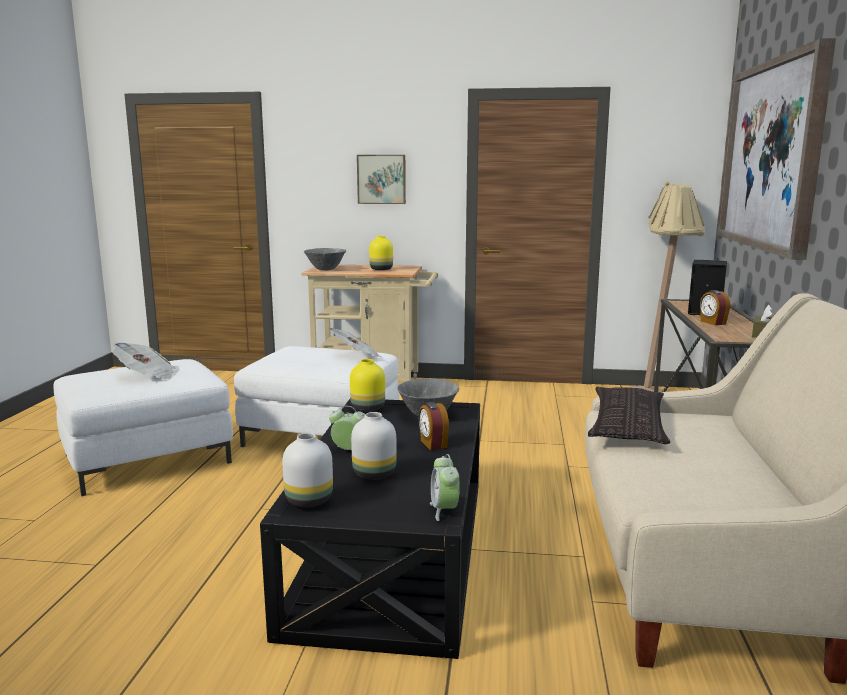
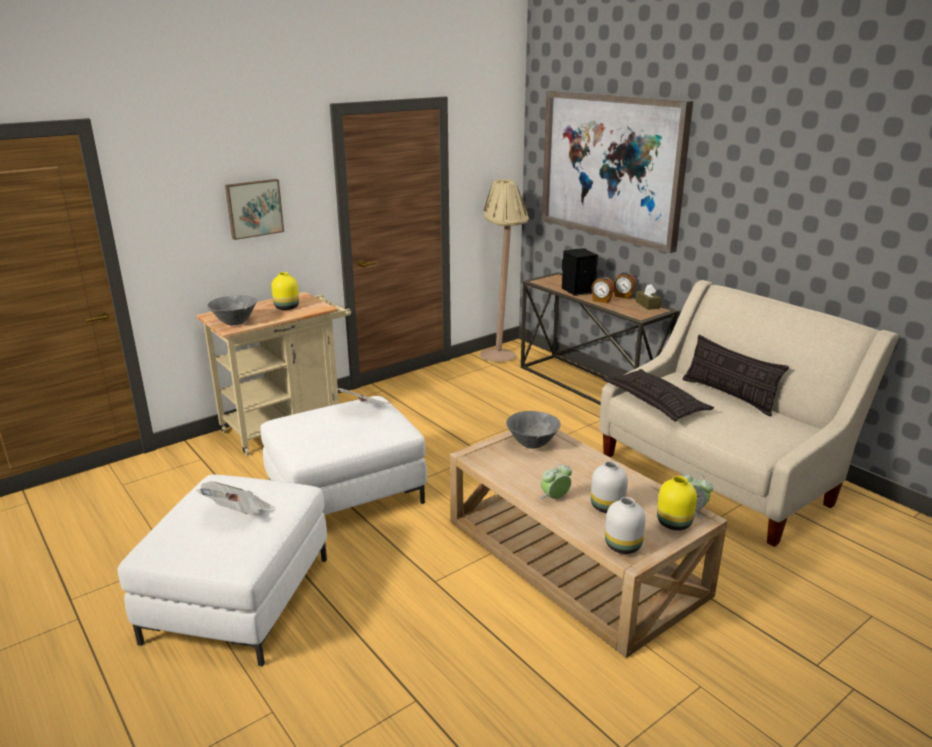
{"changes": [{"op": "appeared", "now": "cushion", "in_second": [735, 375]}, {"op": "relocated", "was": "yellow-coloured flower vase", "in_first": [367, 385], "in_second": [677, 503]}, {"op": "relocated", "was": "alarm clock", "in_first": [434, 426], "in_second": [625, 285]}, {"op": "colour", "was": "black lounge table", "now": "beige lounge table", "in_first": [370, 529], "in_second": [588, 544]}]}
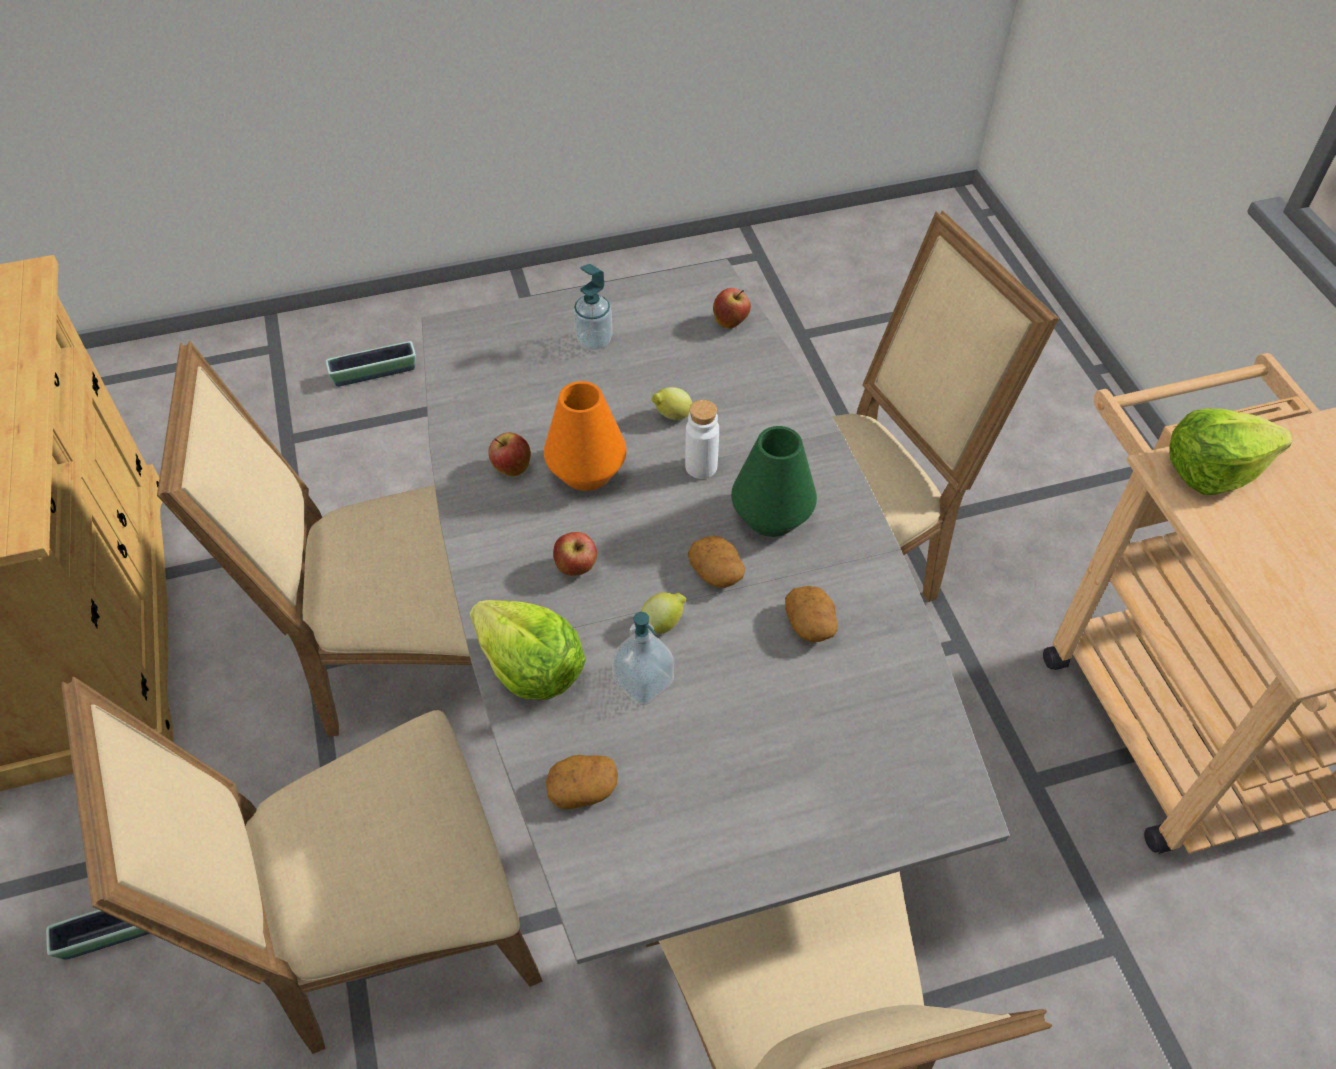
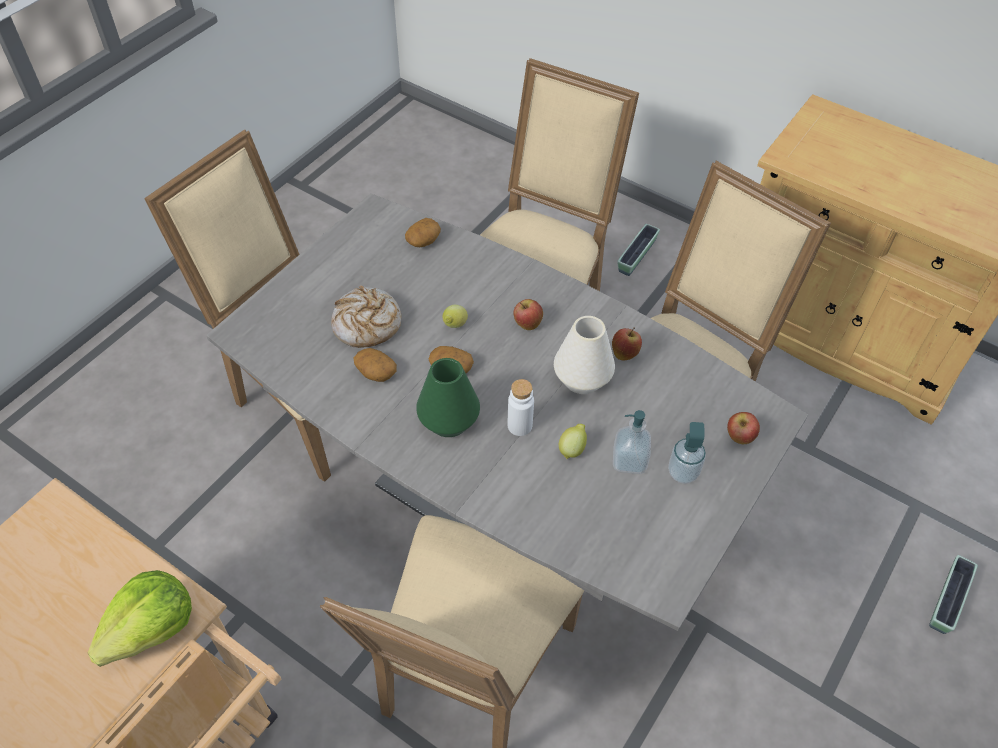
{"changes": [{"op": "missing", "was": "head of lettuce", "in_first": [528, 650]}, {"op": "appeared", "now": "baked bread", "in_second": [366, 316]}, {"op": "relocated", "was": "soap bottle", "in_first": [642, 659], "in_second": [632, 442]}, {"op": "relocated", "was": "whole apple", "in_first": [732, 308], "in_second": [743, 428]}, {"op": "colour", "was": "orange flower vase", "now": "white-coloured flower vase", "in_first": [585, 436], "in_second": [584, 355]}]}
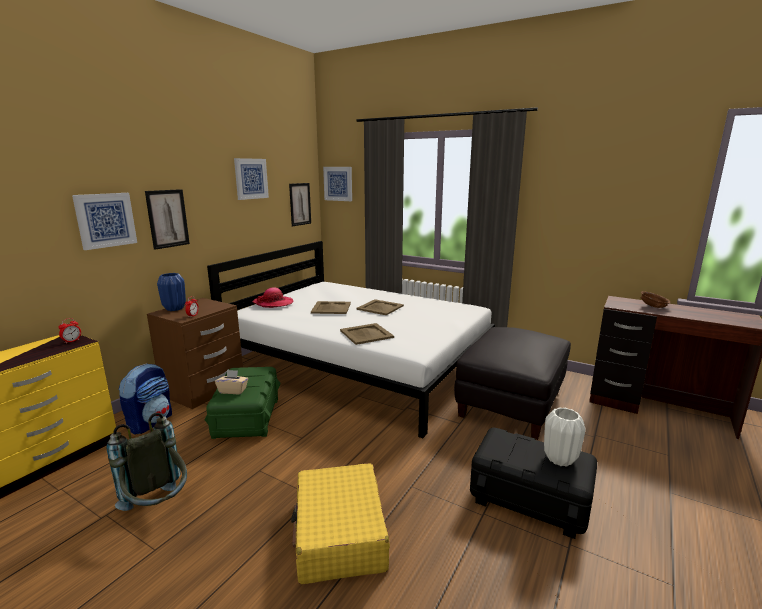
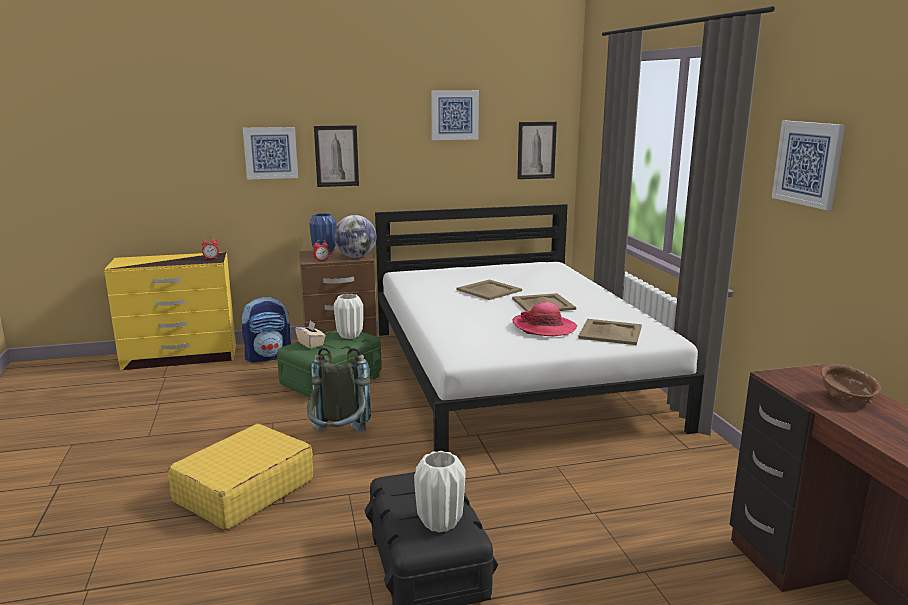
{"changes": [{"op": "missing", "was": "black ottoman", "in_first": [512, 383]}, {"op": "appeared", "now": "world globe", "in_second": [355, 236]}, {"op": "appeared", "now": "white-coloured flower vase", "in_second": [348, 316]}, {"op": "relocated", "was": "gray knapsack", "in_first": [146, 462], "in_second": [339, 389]}, {"op": "relocated", "was": "hat", "in_first": [272, 297], "in_second": [544, 319]}, {"op": "relocated", "was": "wall picture", "in_first": [337, 184], "in_second": [808, 165]}, {"op": "relocated", "was": "beige carrying tray", "in_first": [367, 334], "in_second": [610, 332]}]}
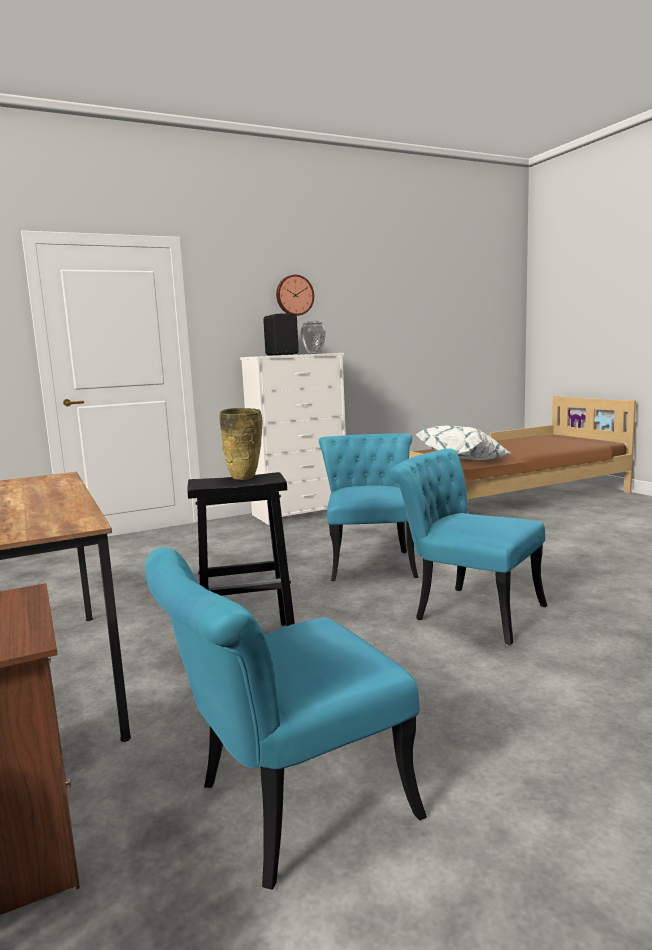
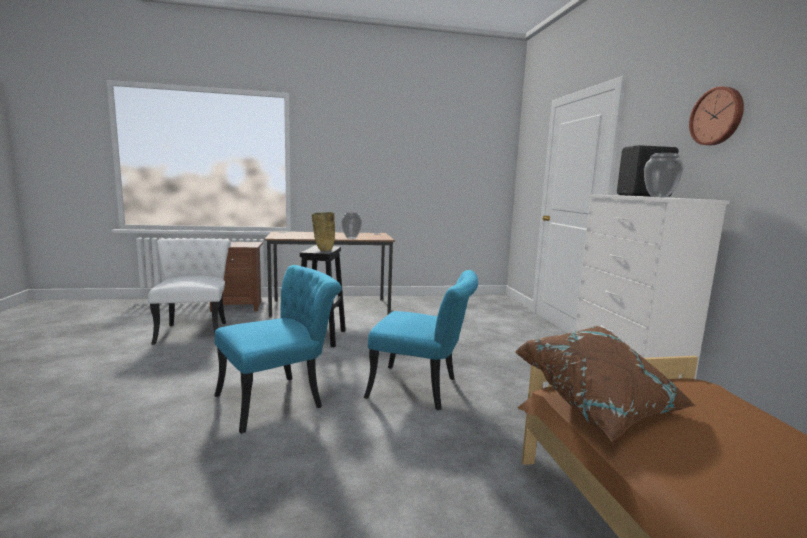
{"changes": [{"op": "appeared", "now": "flower vase", "in_second": [351, 225]}, {"op": "colour", "was": "turquoise-coloured chair", "now": "white-coloured chair", "in_first": [286, 718], "in_second": [189, 292]}, {"op": "colour", "was": "white-coloured cushion", "now": "brown cushion", "in_first": [463, 443], "in_second": [605, 384]}]}
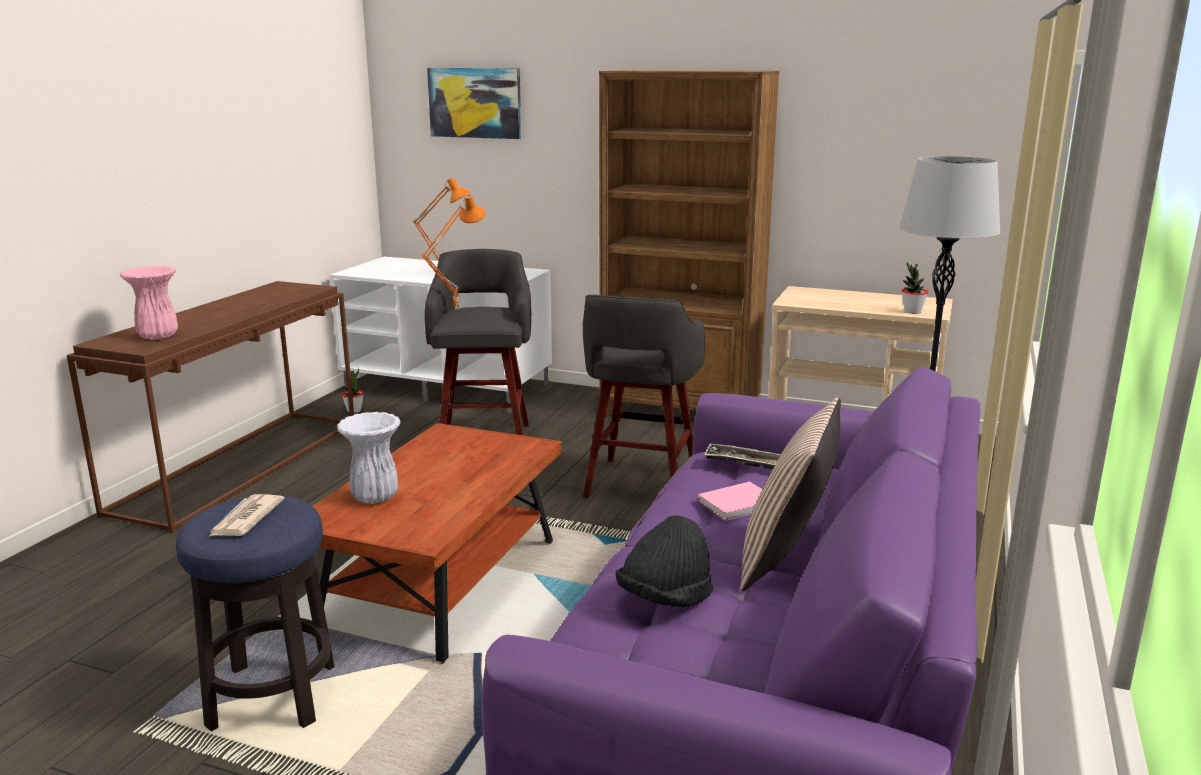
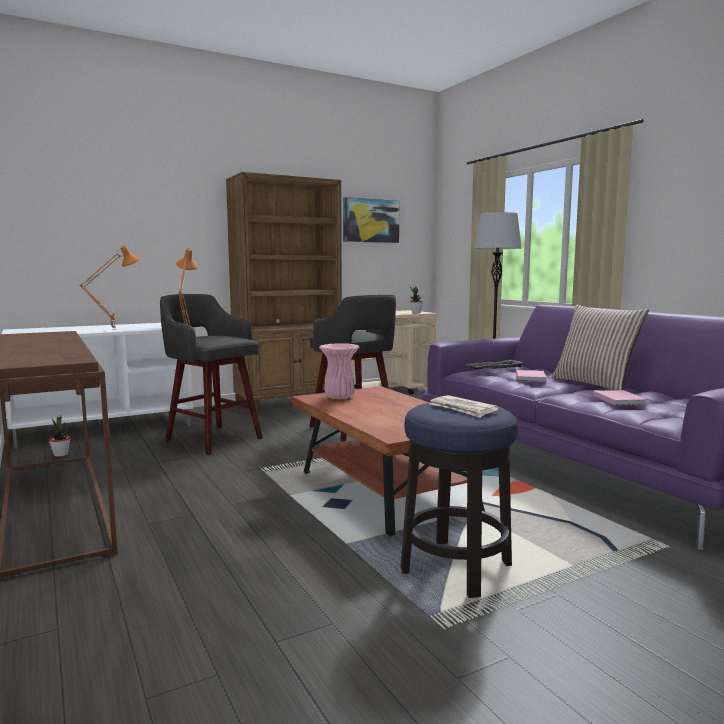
{"changes": [{"op": "missing", "was": "white-coloured flower vase", "in_first": [369, 458]}, {"op": "relocated", "was": "pink-coloured flower vase", "in_first": [149, 303], "in_second": [339, 371]}, {"op": "relocated", "was": "wall picture", "in_first": [474, 103], "in_second": [371, 220]}, {"op": "exchanged", "was": "black hat", "now": "pink-coloured bound book", "in_first": [664, 561], "in_second": [620, 398]}]}
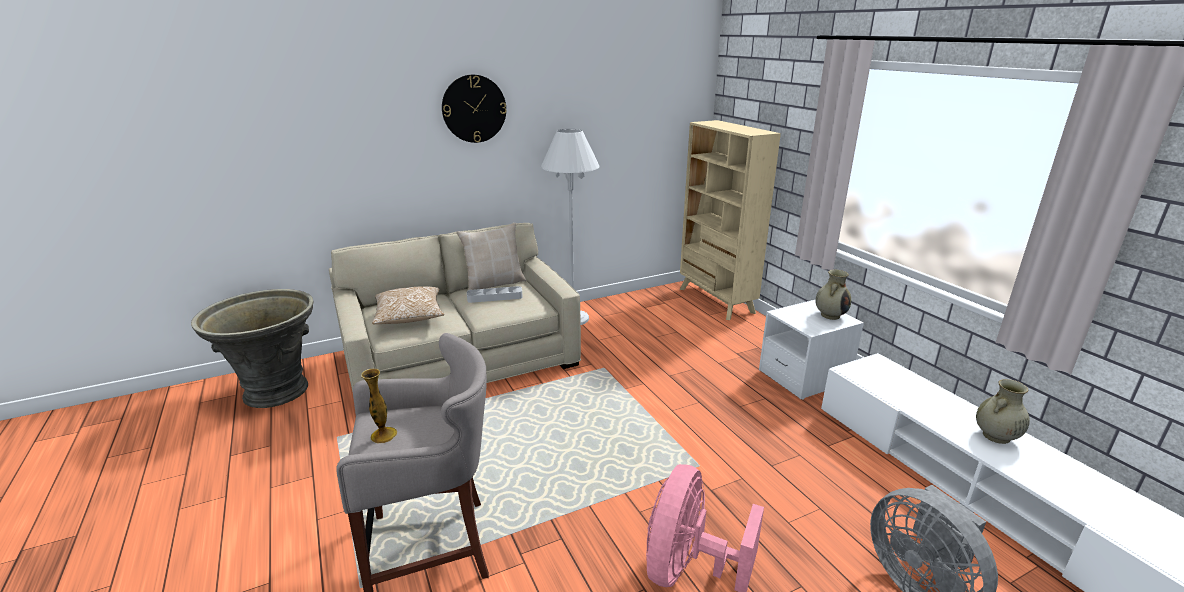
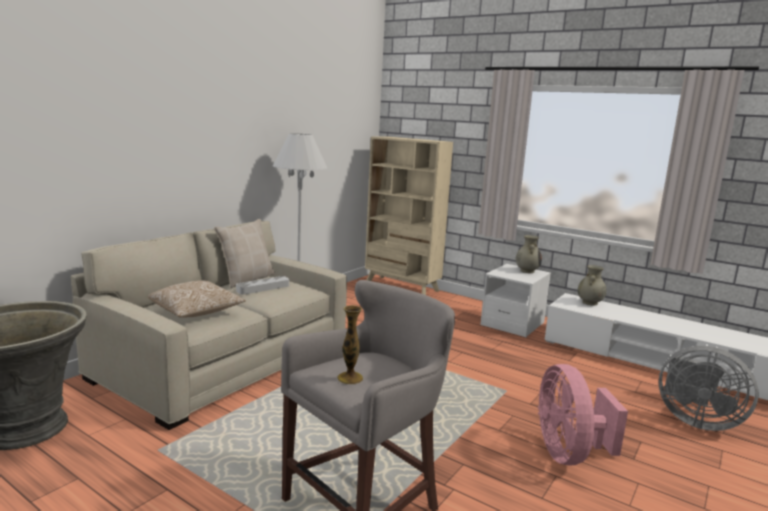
{"changes": [{"op": "missing", "was": "wall clock", "in_first": [474, 109]}, {"op": "relocated", "was": "beige flower vase", "in_first": [1003, 411], "in_second": [592, 285]}]}
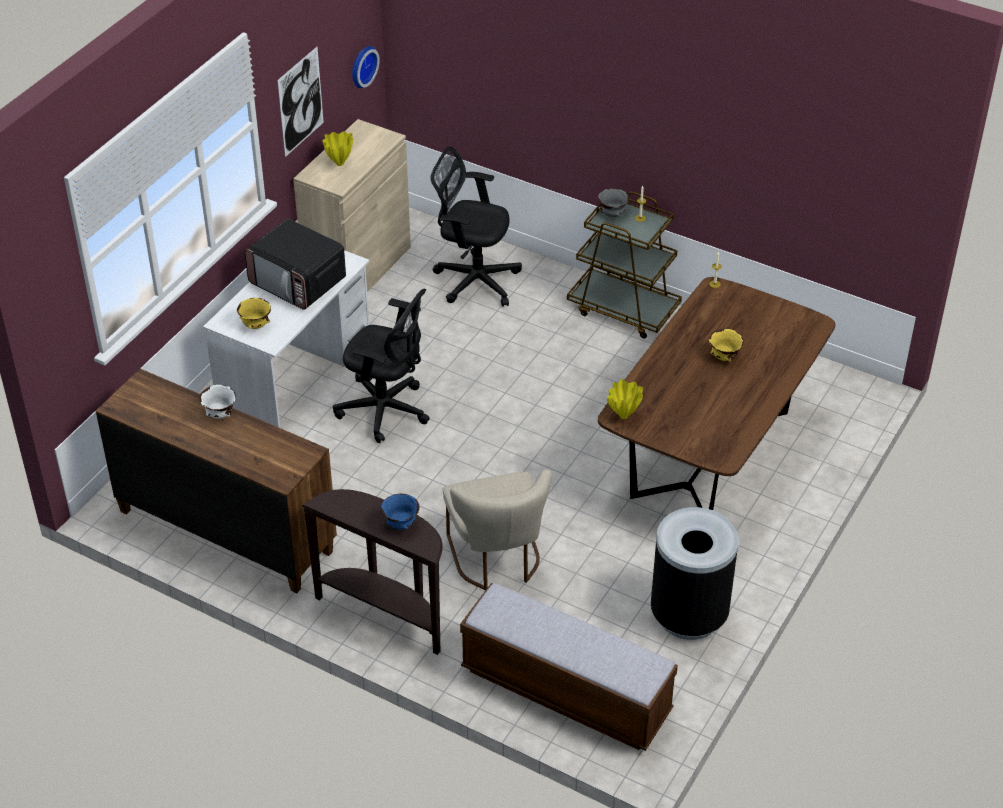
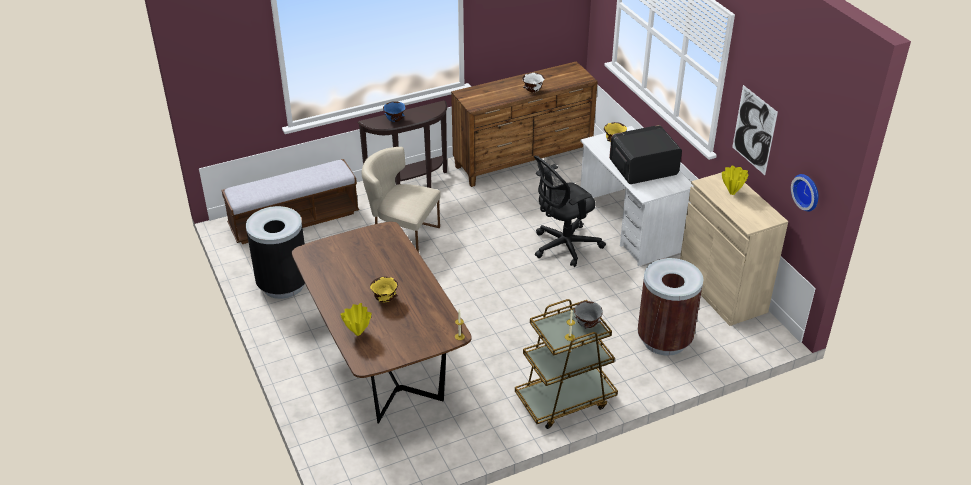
{"changes": [{"op": "relocated", "was": "yellow-coloured flower vase", "in_first": [625, 399], "in_second": [356, 319]}, {"op": "exchanged", "was": "black office chair", "now": "brown rubbish bin", "in_first": [476, 227], "in_second": [670, 307]}]}
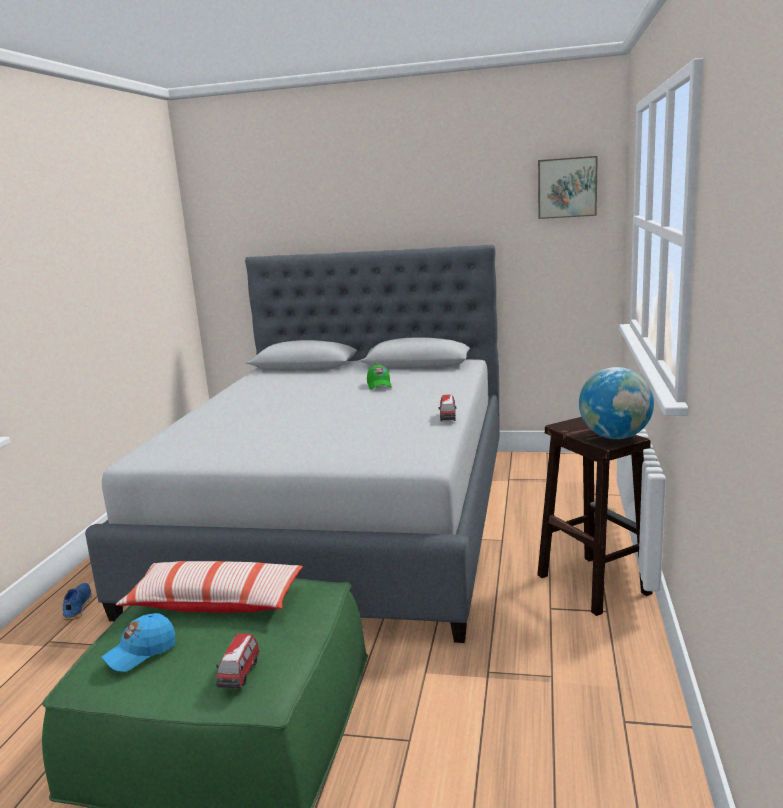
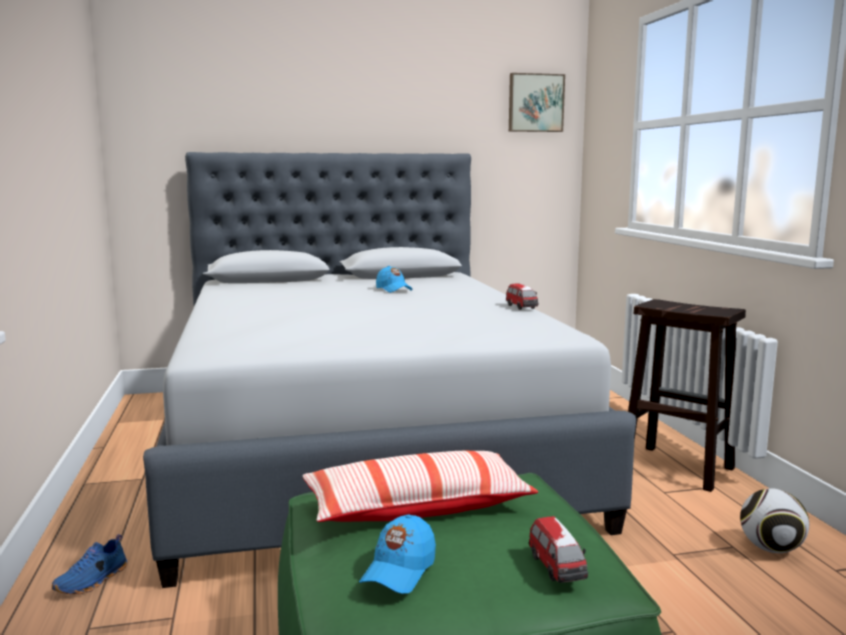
{"changes": [{"op": "missing", "was": "world globe", "in_first": [616, 403]}, {"op": "appeared", "now": "ball for football", "in_second": [774, 520]}, {"op": "colour", "was": "green-coloured cap", "now": "blue-coloured cap", "in_first": [379, 377], "in_second": [394, 279]}, {"op": "spun", "was": "blue-coloured low shoe", "in_first": [77, 601], "in_second": [89, 564], "clockwise": -120}]}
